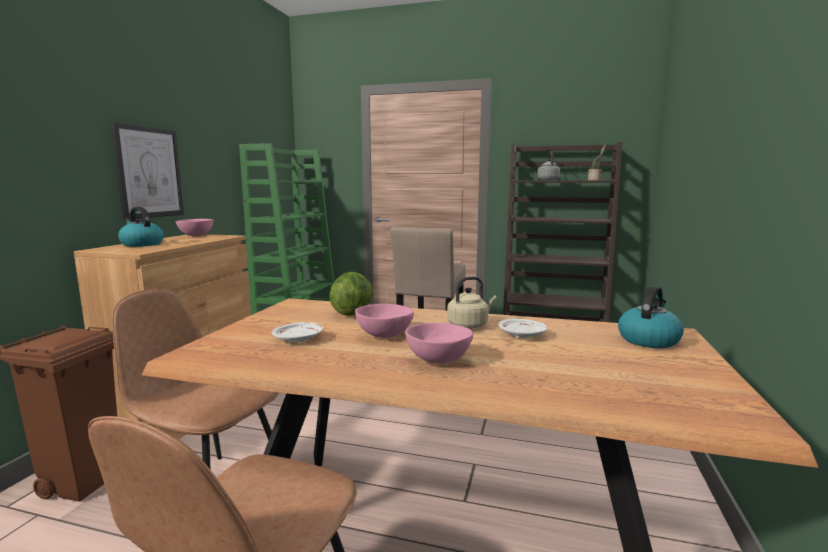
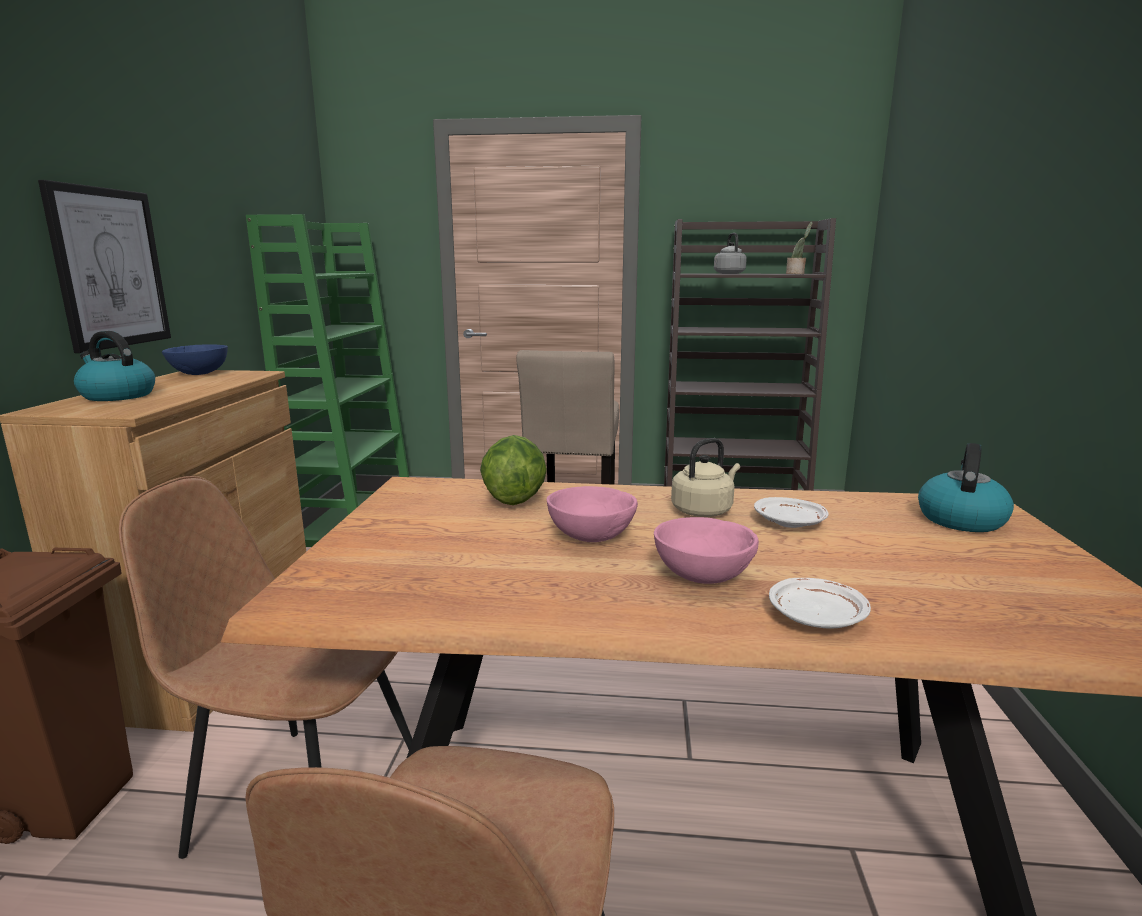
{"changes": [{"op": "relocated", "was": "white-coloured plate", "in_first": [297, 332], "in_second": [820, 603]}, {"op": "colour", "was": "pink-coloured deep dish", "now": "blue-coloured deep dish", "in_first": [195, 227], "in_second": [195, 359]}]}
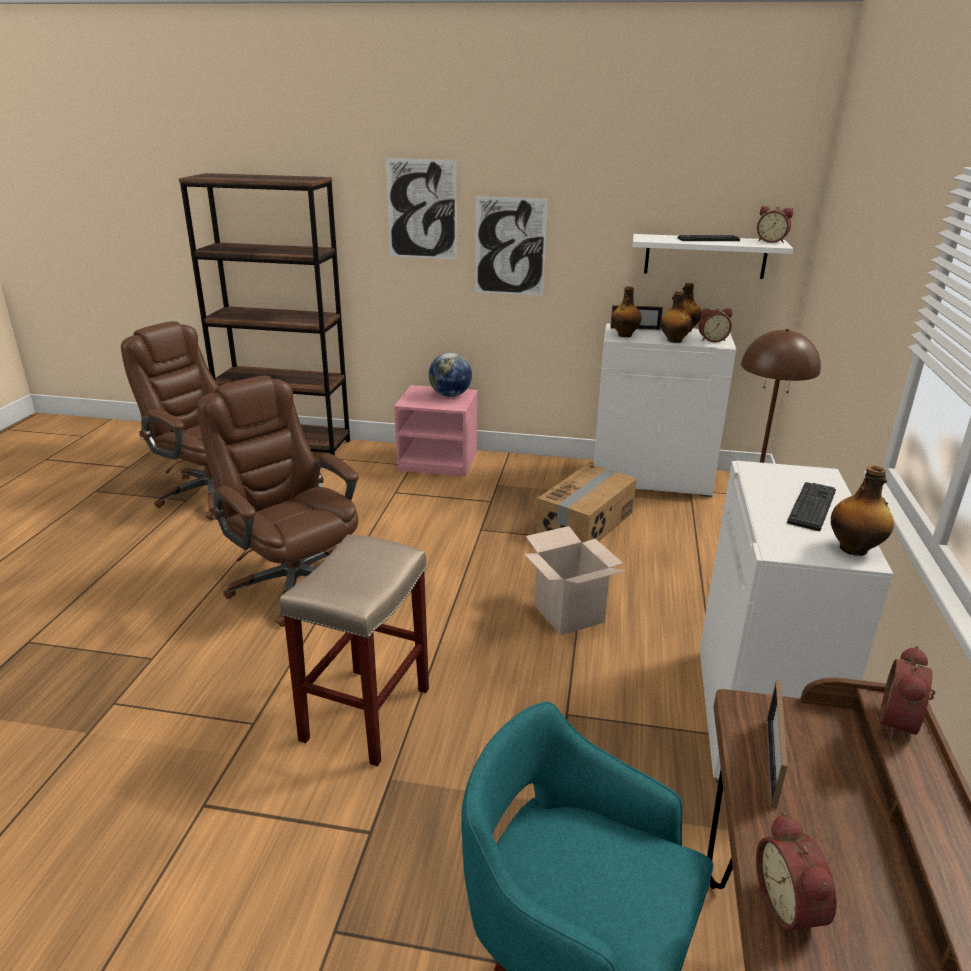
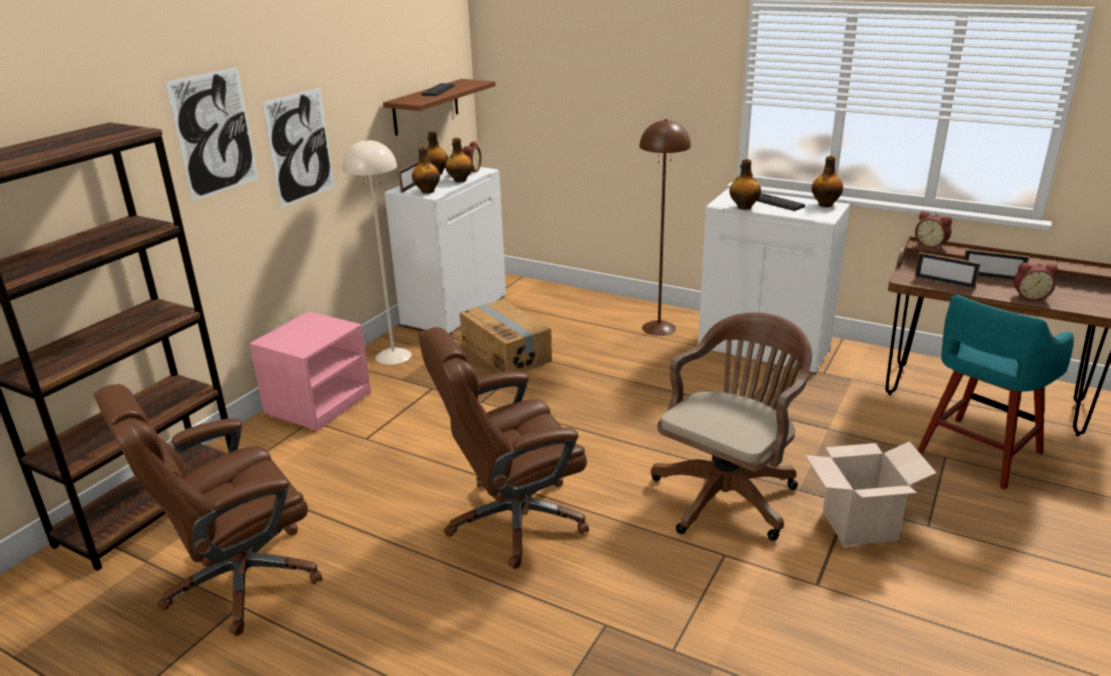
{"changes": [{"op": "missing", "was": "world globe", "in_first": [450, 375]}, {"op": "missing", "was": "alarm clock", "in_first": [775, 224]}, {"op": "appeared", "now": "beige standing lamp", "in_second": [377, 252]}, {"op": "appeared", "now": "drink bottle", "in_second": [745, 184]}, {"op": "appeared", "now": "standing frame", "in_second": [996, 265]}, {"op": "relocated", "was": "carton", "in_first": [574, 580], "in_second": [870, 493]}, {"op": "exchanged", "was": "beige stool", "now": "brown office chair", "in_first": [354, 650], "in_second": [731, 426]}, {"op": "colour", "was": "white-coloured wall shelf", "now": "brown wall shelf", "in_first": [713, 256], "in_second": [439, 107]}]}
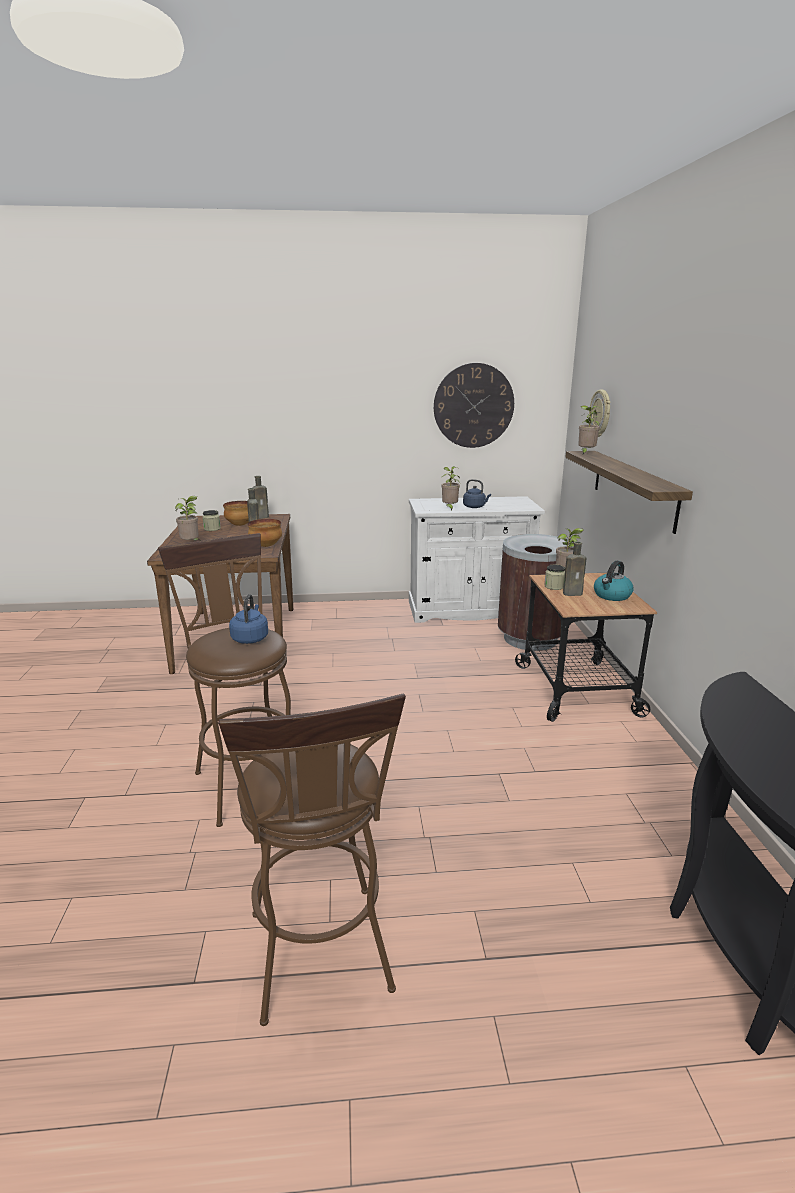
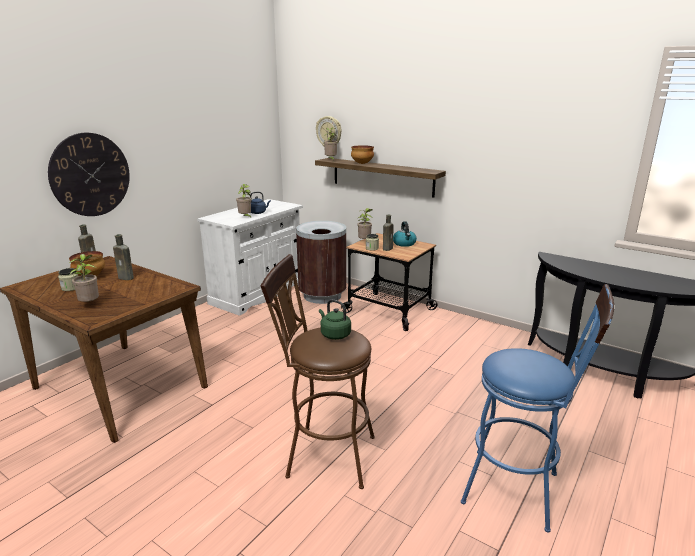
{"changes": [{"op": "relocated", "was": "deep dish", "in_first": [264, 533], "in_second": [362, 154]}, {"op": "relocated", "was": "wall clock", "in_first": [474, 405], "in_second": [89, 174]}, {"op": "colour", "was": "brown stool", "now": "blue-coloured stool", "in_first": [312, 860], "in_second": [537, 408]}, {"op": "colour", "was": "blue-coloured kettle", "now": "green-coloured kettle", "in_first": [248, 619], "in_second": [335, 319]}]}
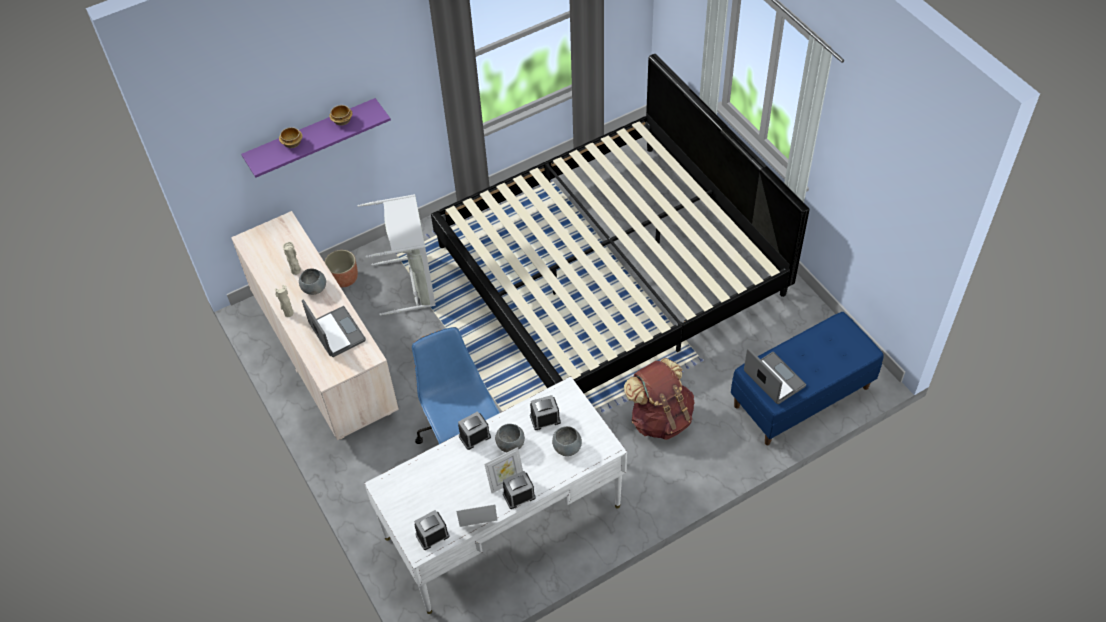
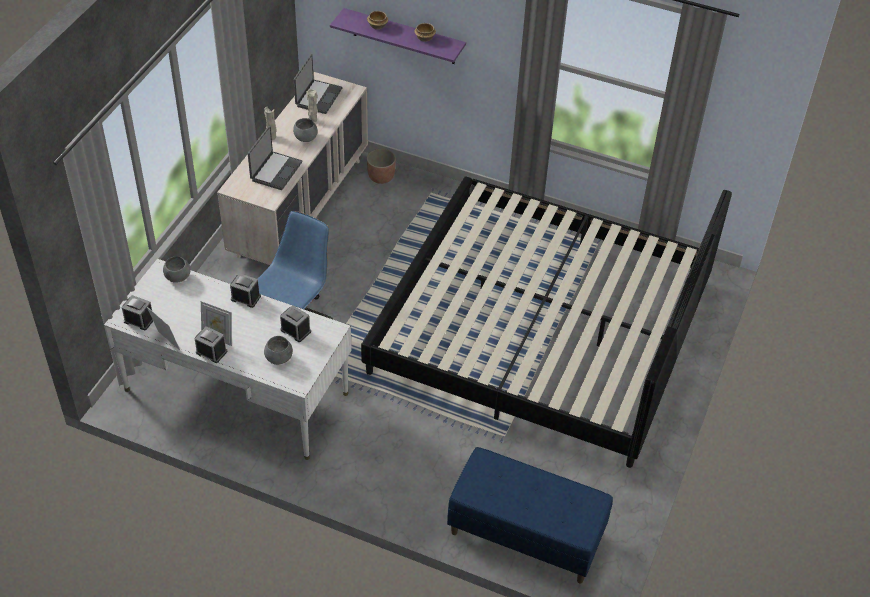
{"changes": [{"op": "missing", "was": "gray hamper", "in_first": [397, 255]}, {"op": "missing", "was": "brown knapsack", "in_first": [659, 399]}, {"op": "relocated", "was": "gray deep dish", "in_first": [510, 438], "in_second": [176, 269]}, {"op": "relocated", "was": "portable computer", "in_first": [775, 376], "in_second": [318, 84]}]}
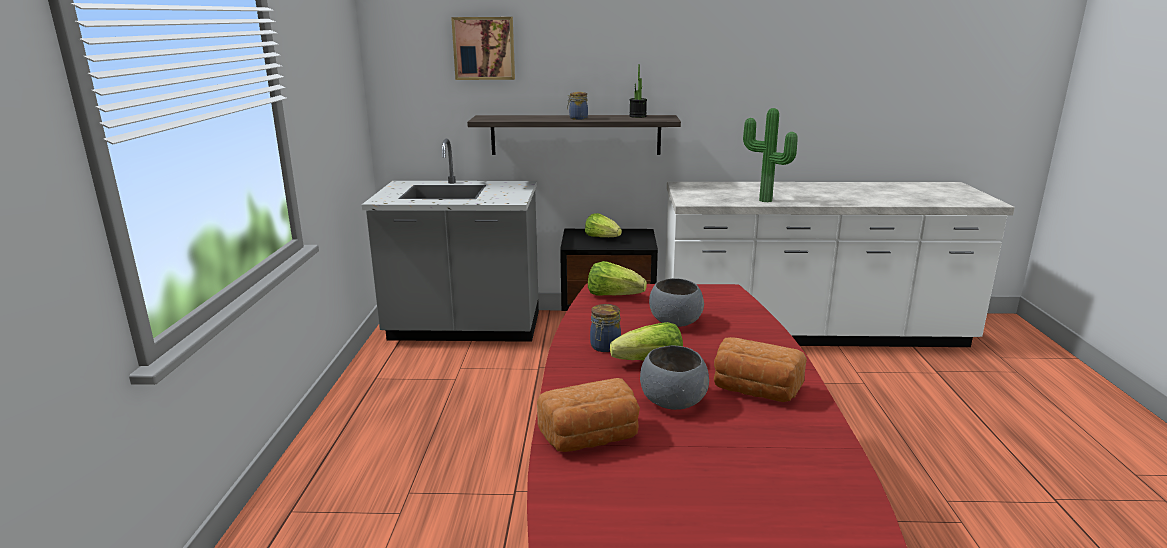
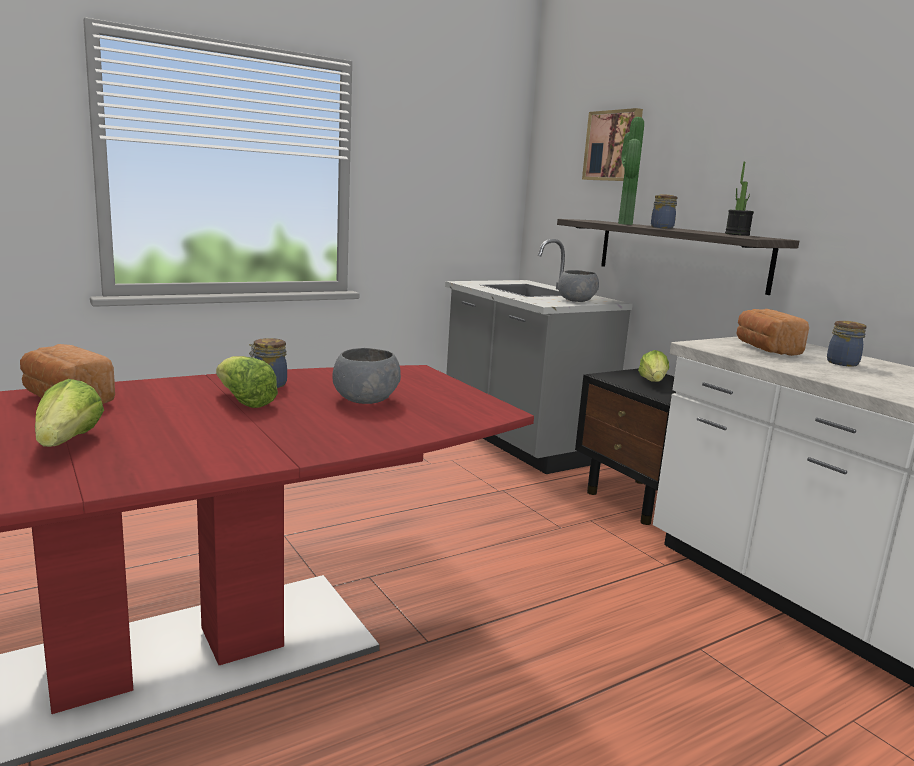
{"changes": [{"op": "appeared", "now": "storage jar", "in_second": [847, 343]}, {"op": "relocated", "was": "head of lettuce", "in_first": [617, 278], "in_second": [69, 413]}, {"op": "relocated", "was": "gray deep dish", "in_first": [674, 378], "in_second": [578, 286]}, {"op": "relocated", "was": "baked bread", "in_first": [760, 369], "in_second": [772, 332]}, {"op": "relocated", "was": "plant in a pot", "in_first": [770, 155], "in_second": [631, 171]}]}
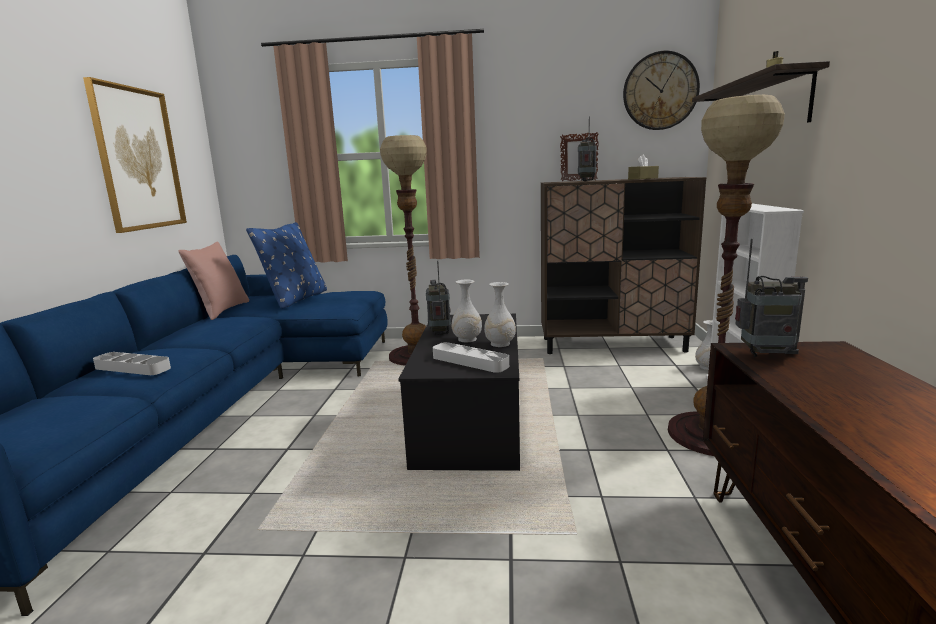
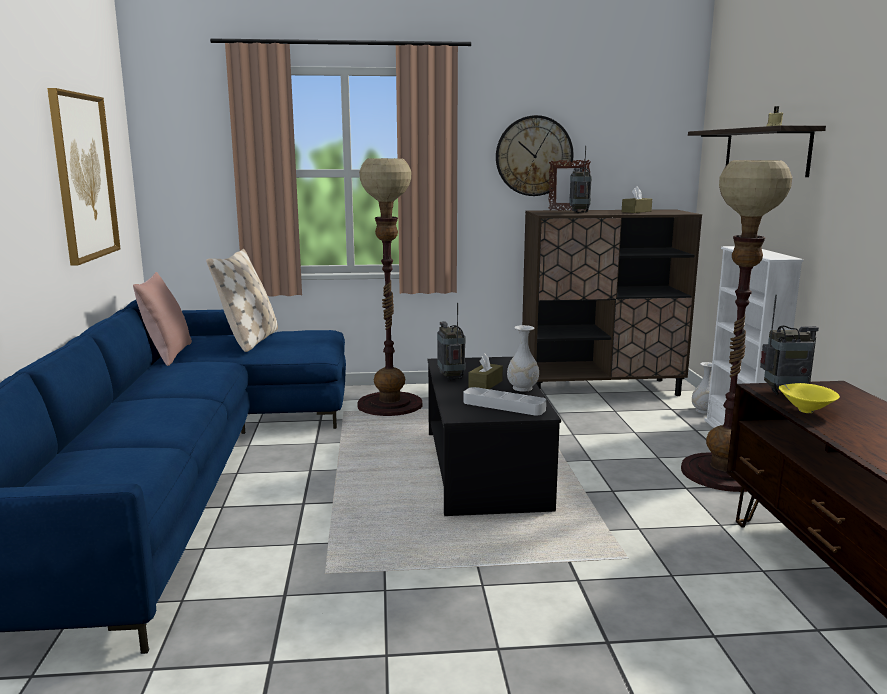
{"changes": [{"op": "missing", "was": "gray carrying tray", "in_first": [132, 363]}, {"op": "appeared", "now": "yellow-coloured deep dish", "in_second": [809, 398]}, {"op": "relocated", "was": "wall clock", "in_first": [661, 90], "in_second": [535, 155]}, {"op": "exchanged", "was": "white-coloured flower vase", "now": "brown box of tissues", "in_first": [467, 311], "in_second": [485, 371]}, {"op": "colour", "was": "blue-coloured cushion", "now": "beige cushion", "in_first": [286, 265], "in_second": [242, 300]}]}
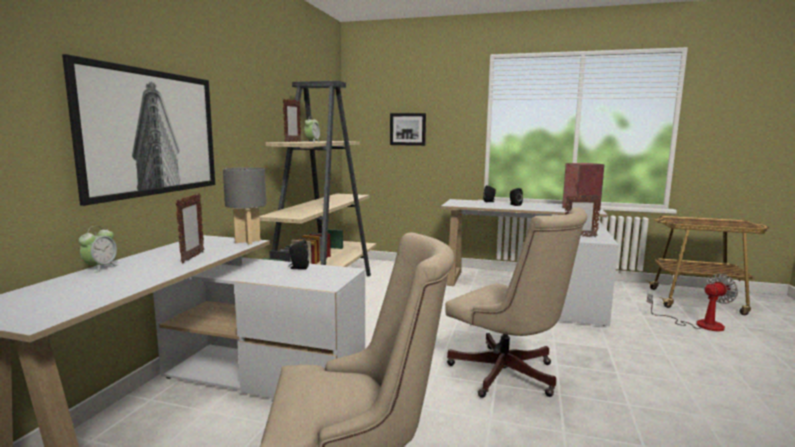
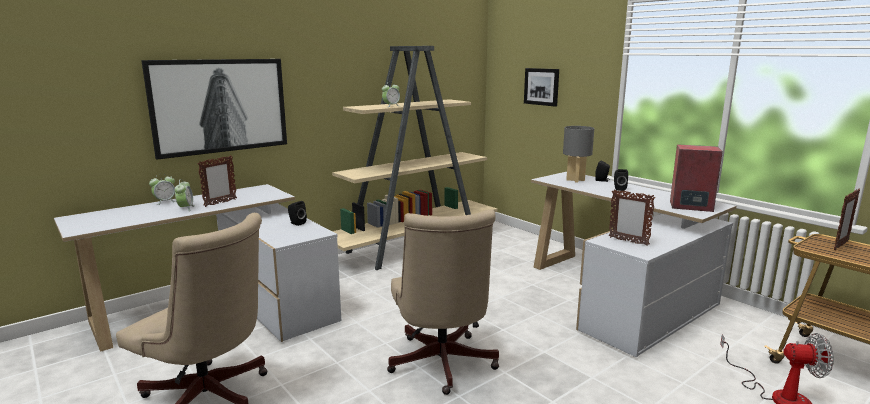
{"changes": [{"op": "appeared", "now": "alarm clock", "in_second": [185, 195]}, {"op": "relocated", "was": "gray lamp for a table", "in_first": [244, 205], "in_second": [578, 154]}, {"op": "relocated", "was": "standing frame", "in_first": [292, 120], "in_second": [847, 219]}]}
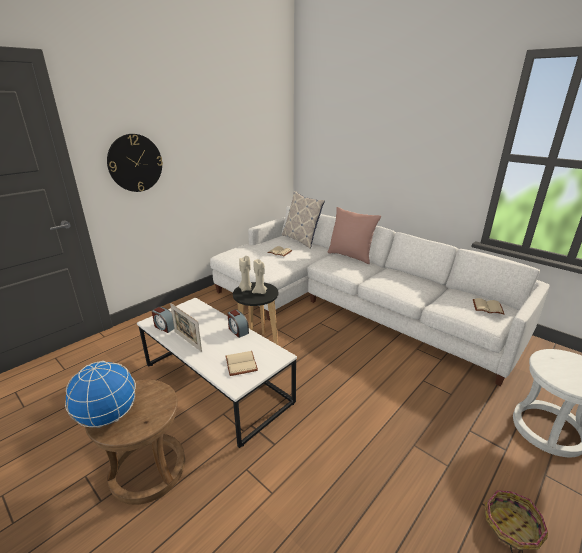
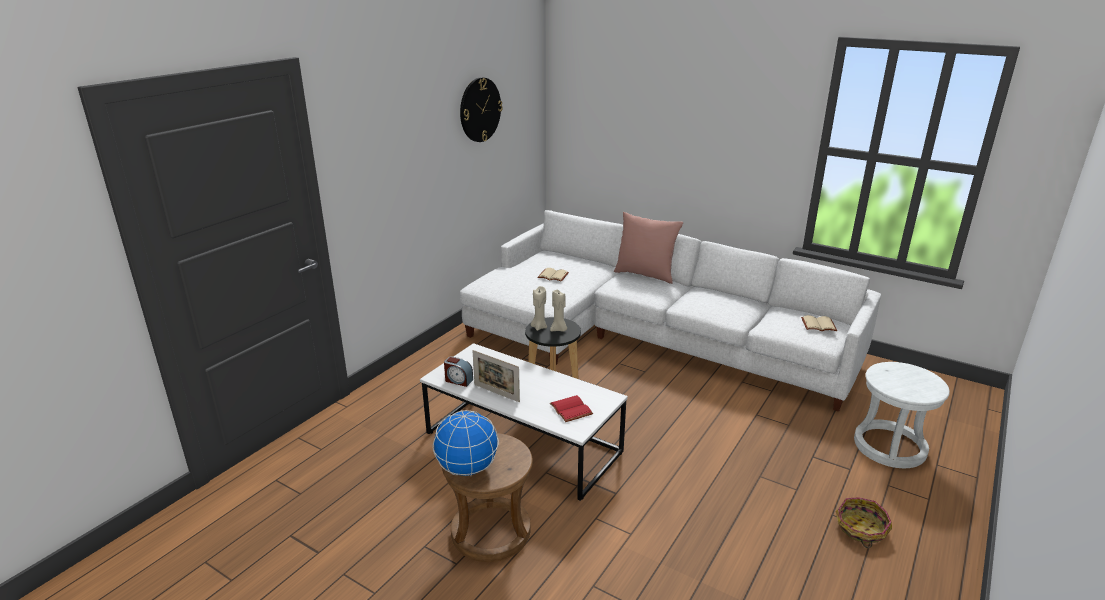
{"changes": [{"op": "missing", "was": "alarm clock", "in_first": [238, 323]}, {"op": "missing", "was": "cushion", "in_first": [303, 220]}, {"op": "relocated", "was": "wall clock", "in_first": [135, 163], "in_second": [481, 109]}, {"op": "colour", "was": "beige bound book", "now": "reddish bound book", "in_first": [241, 363], "in_second": [571, 408]}]}
